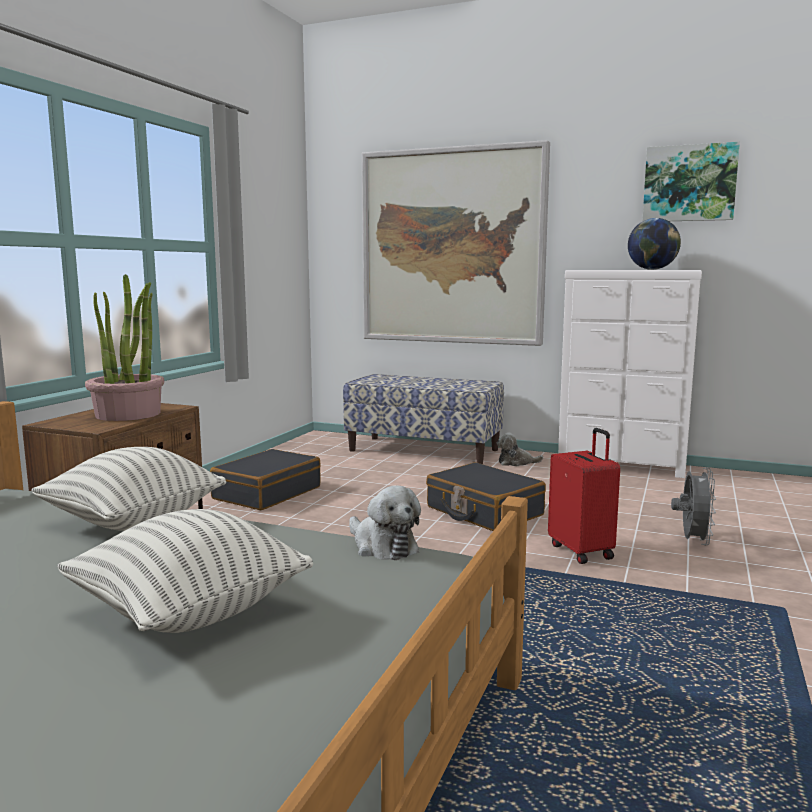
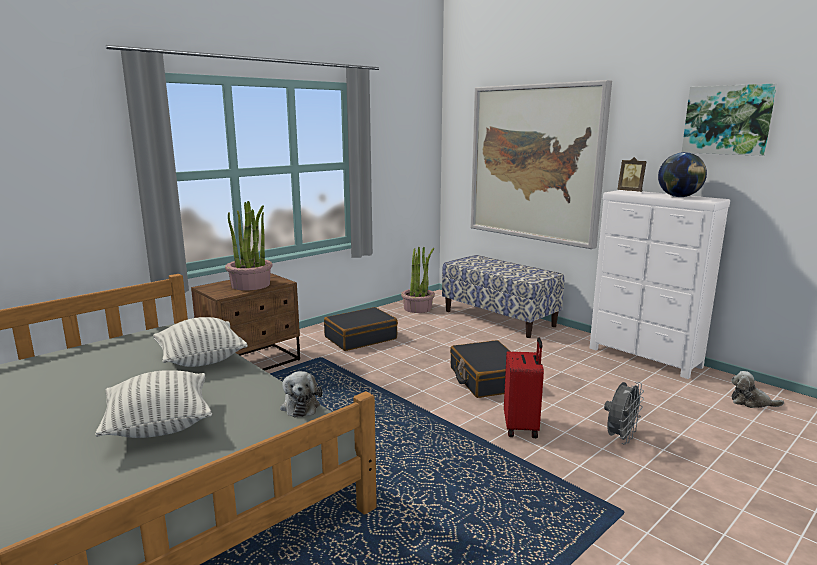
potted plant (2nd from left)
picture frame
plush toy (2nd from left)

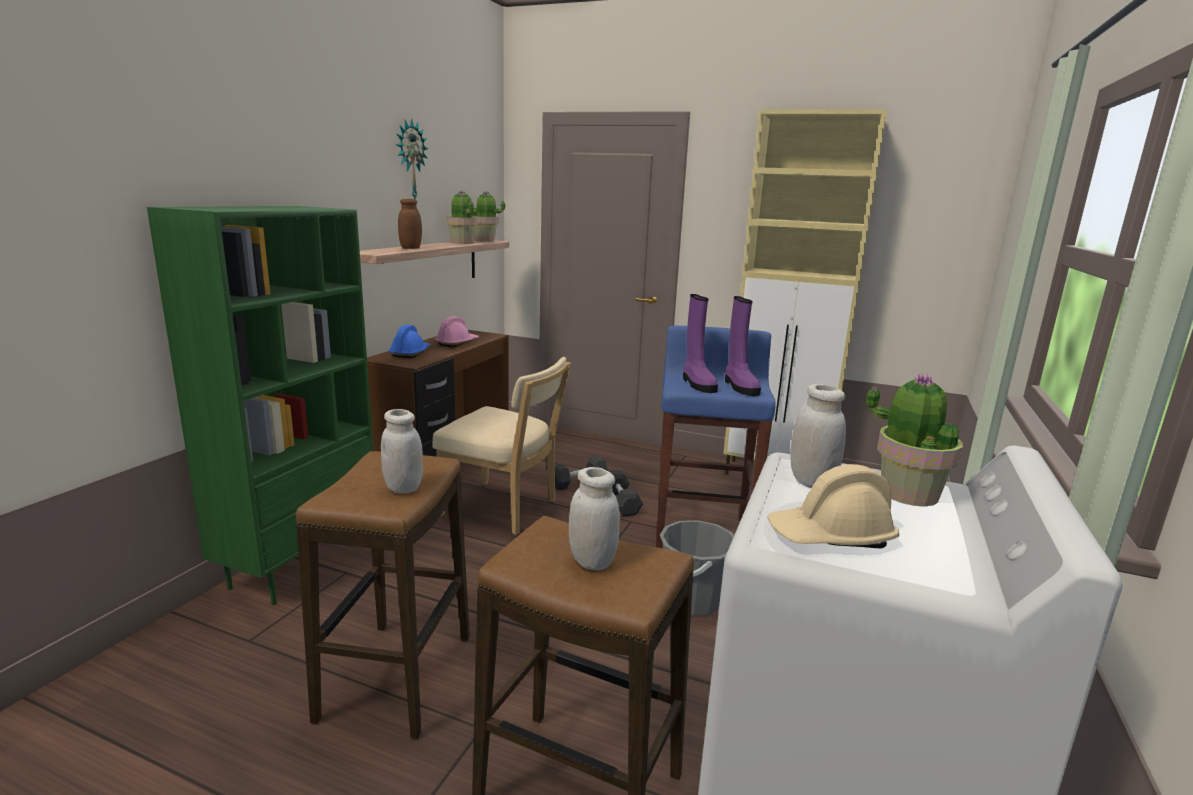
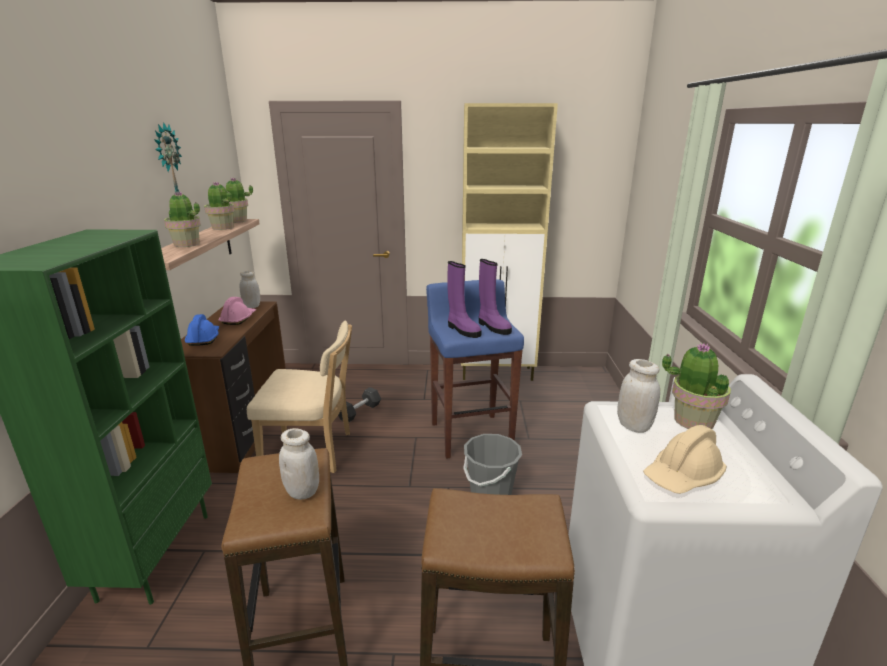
grey dumbbell (2nd from left in the first image)
white jar (1st from left)
potted plant (1st from left)

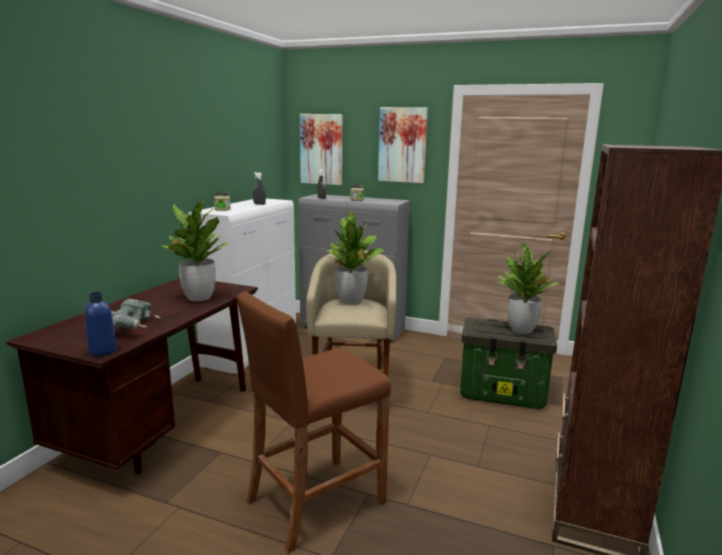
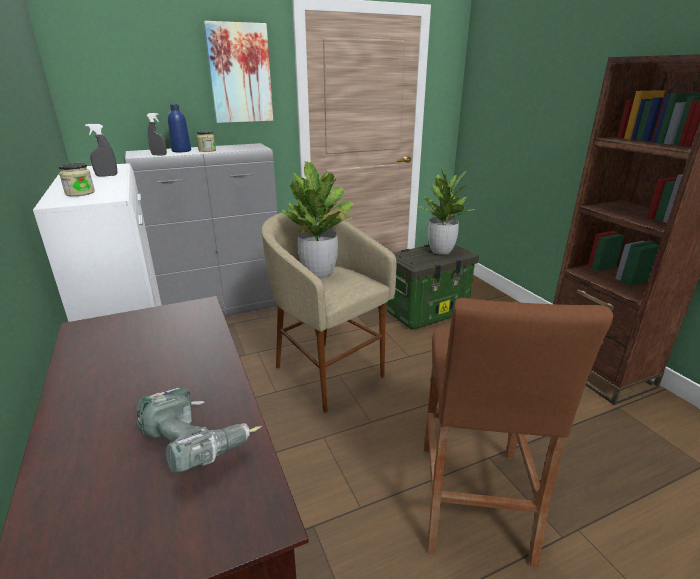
potted plant (1st from left in the first image)
picture (1st from left in the first image)
blue bottle

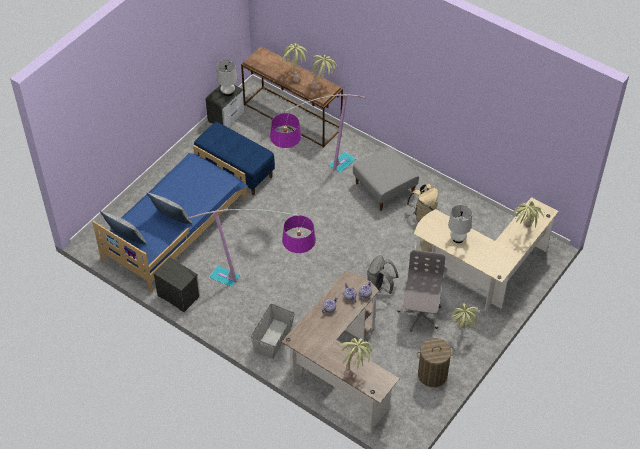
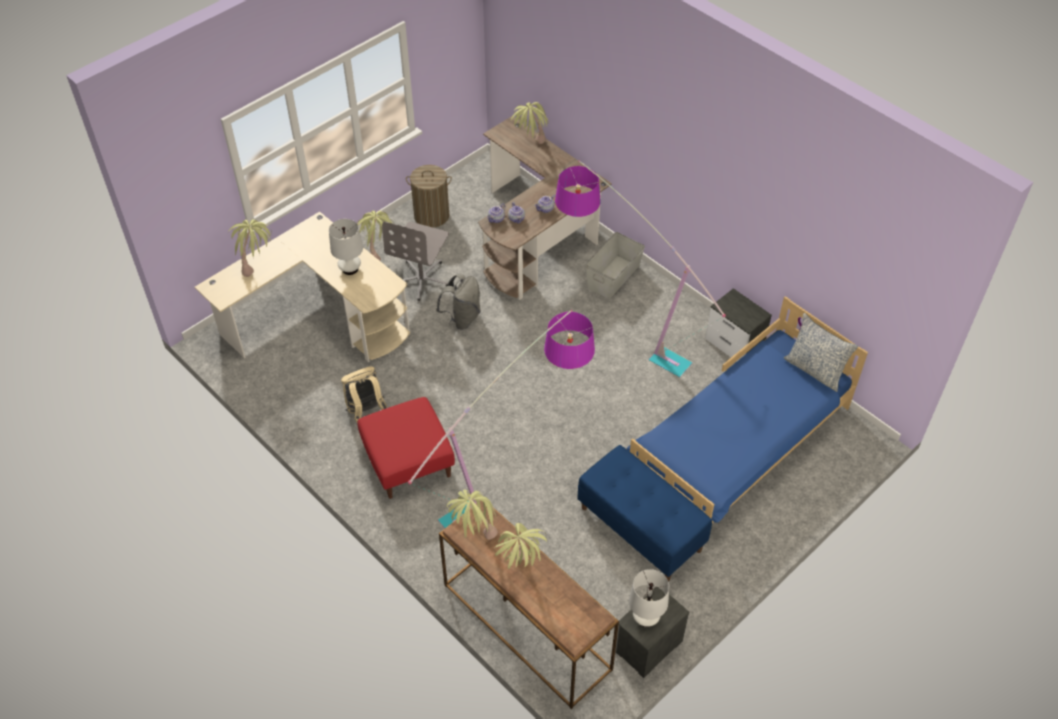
pillow (2nd from left in the first image)
red ottoman

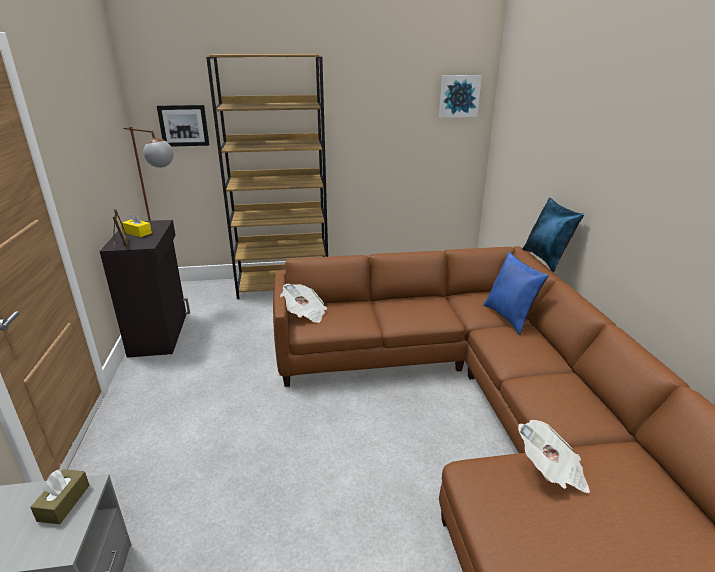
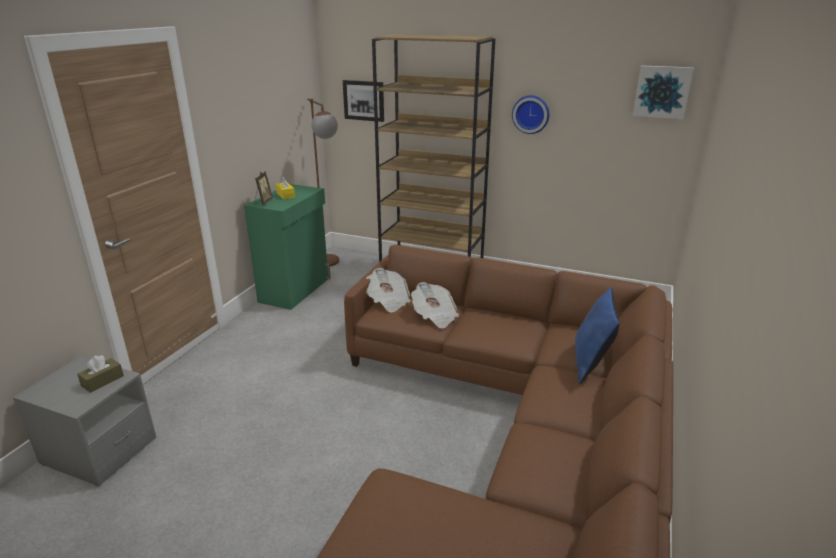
blue pillow (2nd from left in the first image)
wall clock
newspaper (2nd from left)
green cabinet

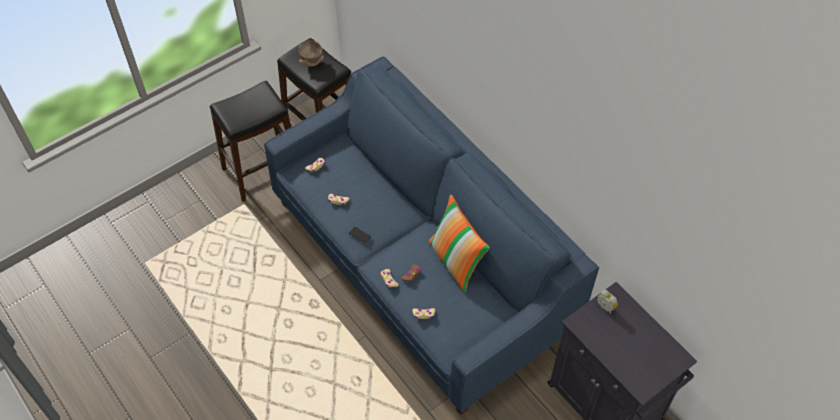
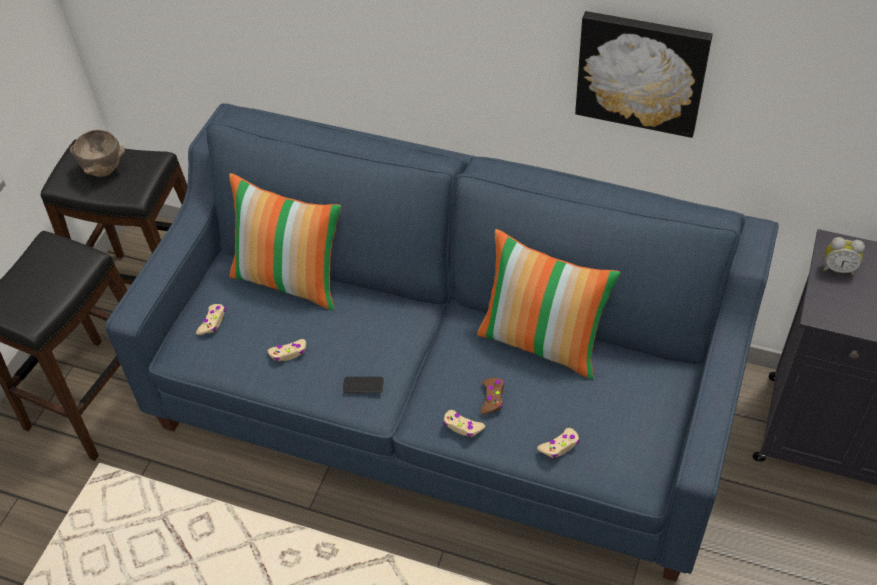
pillow (1st from left)
picture

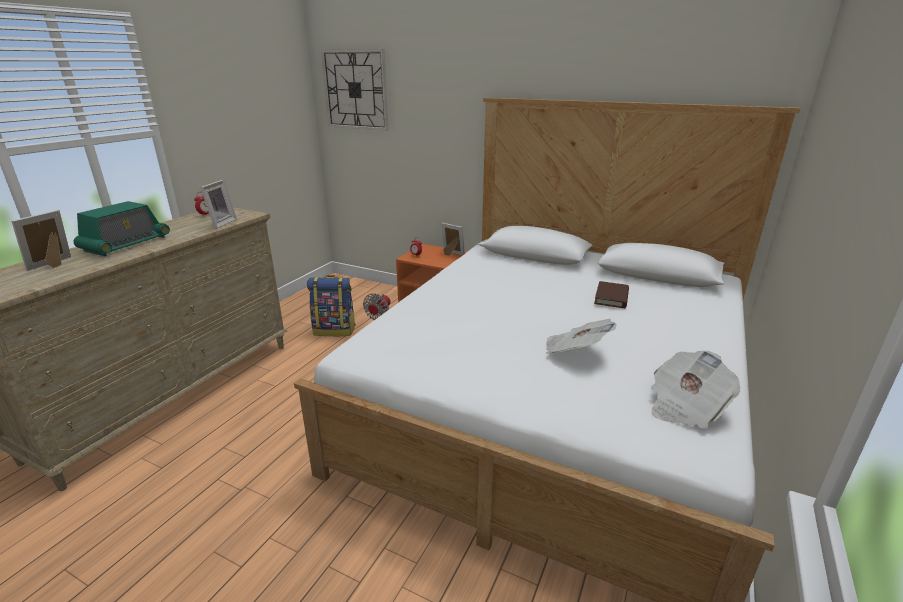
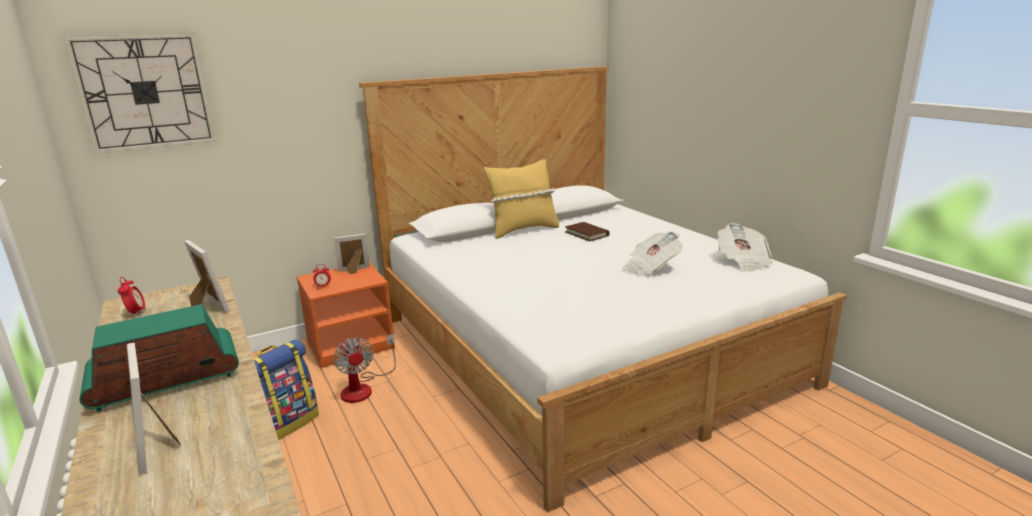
yellow pillow
radio

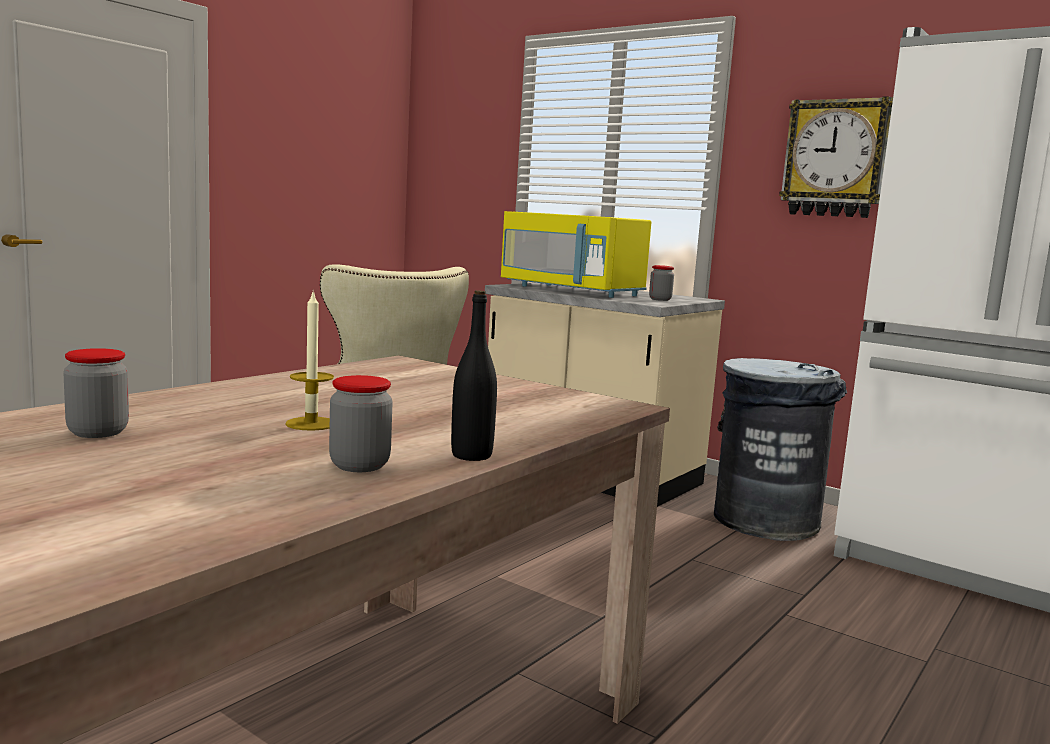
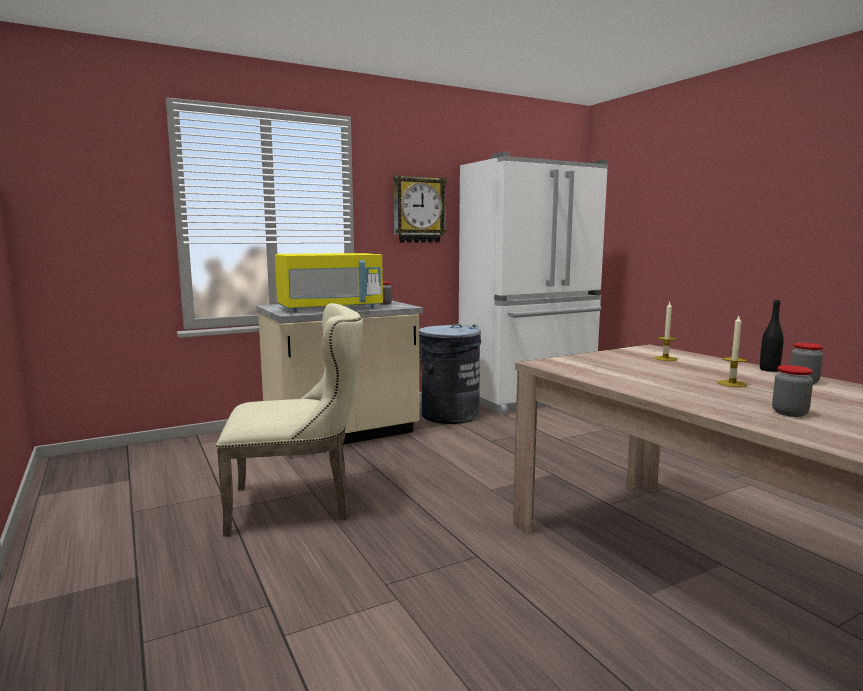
candle (1st from left)

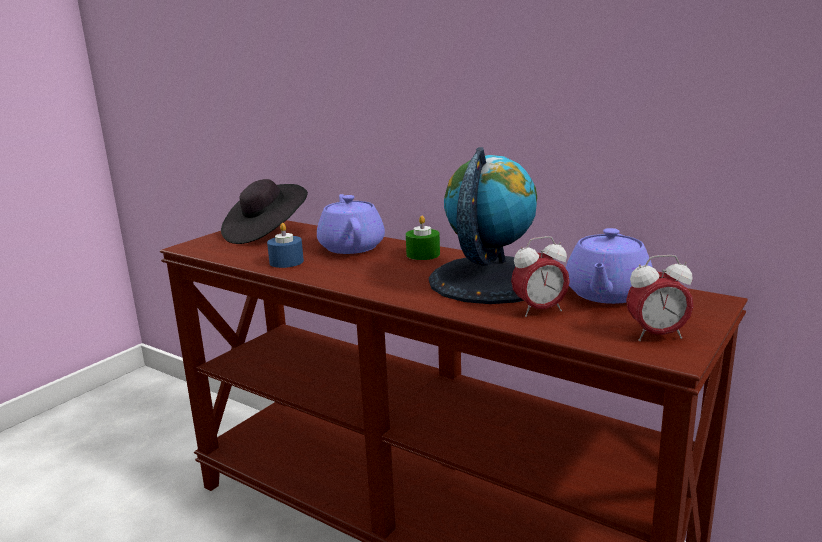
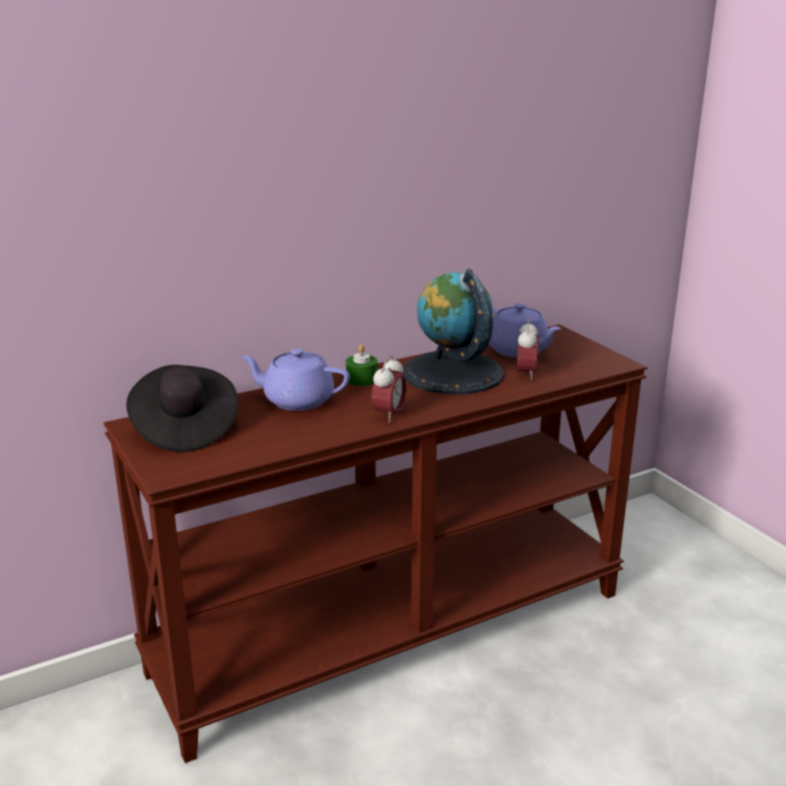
blue candle
alarm clock (1st from left)

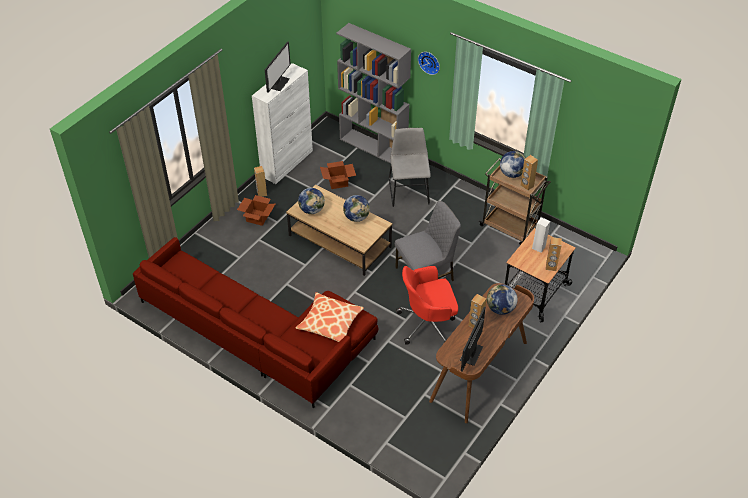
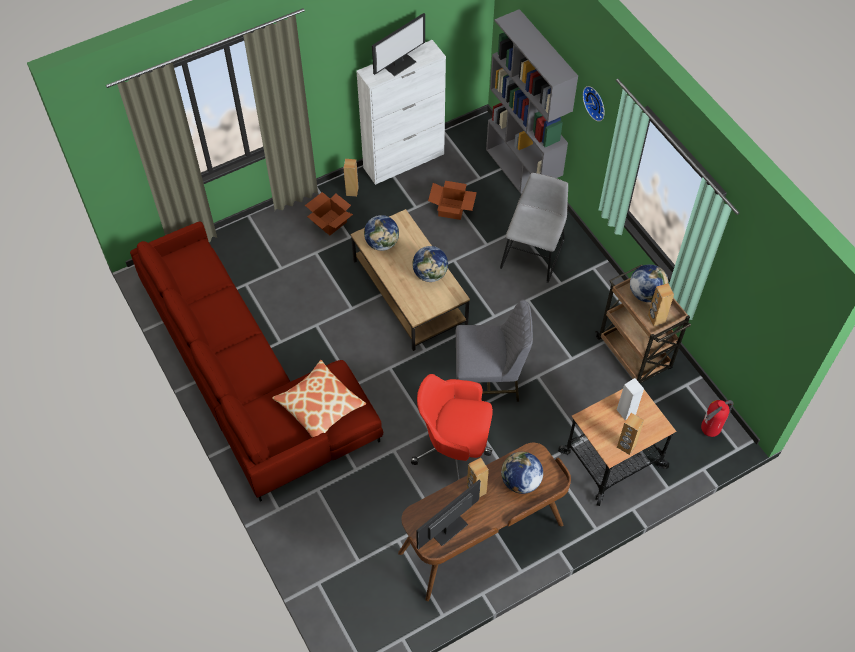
fire extinguisher

